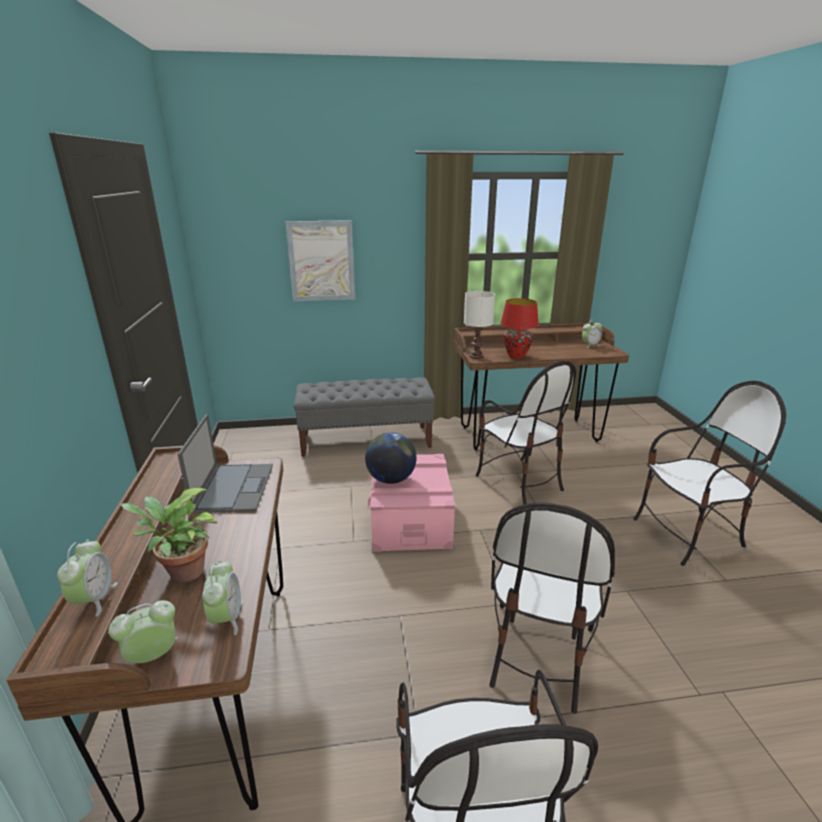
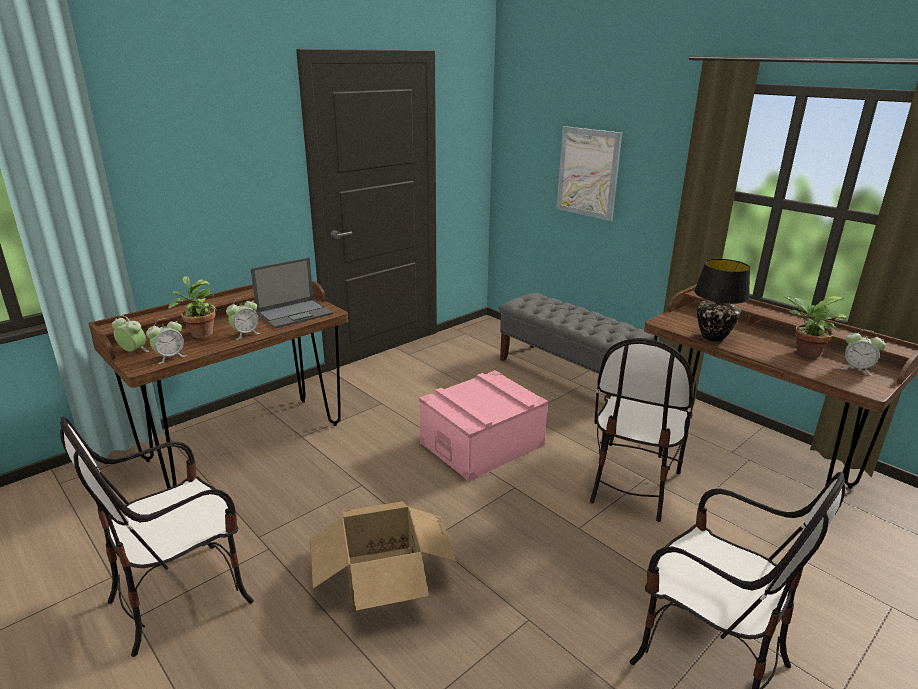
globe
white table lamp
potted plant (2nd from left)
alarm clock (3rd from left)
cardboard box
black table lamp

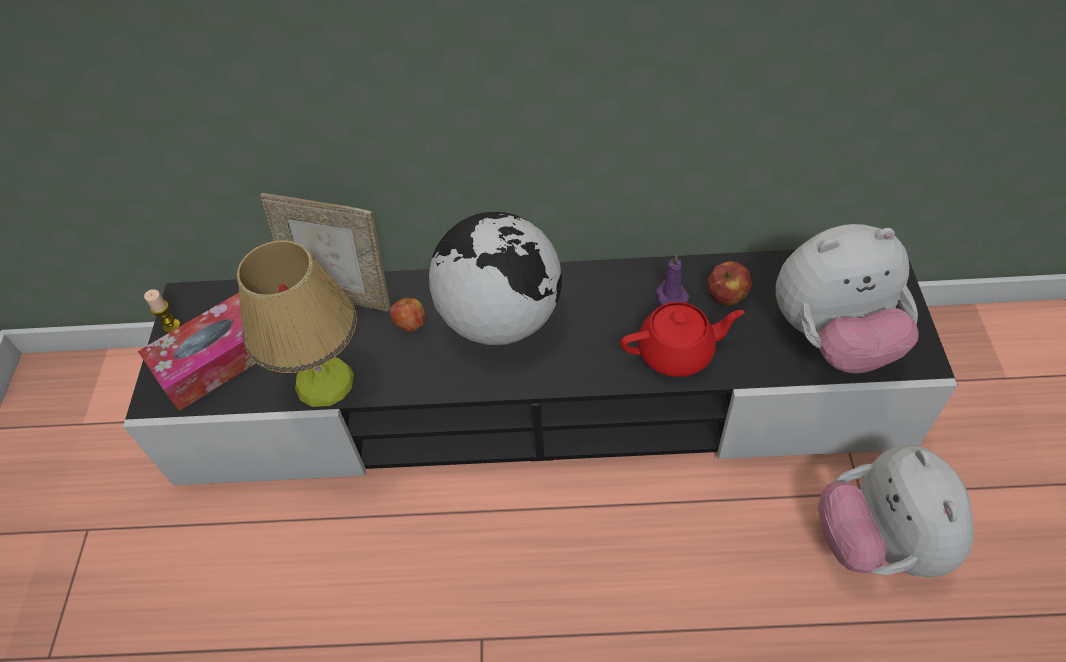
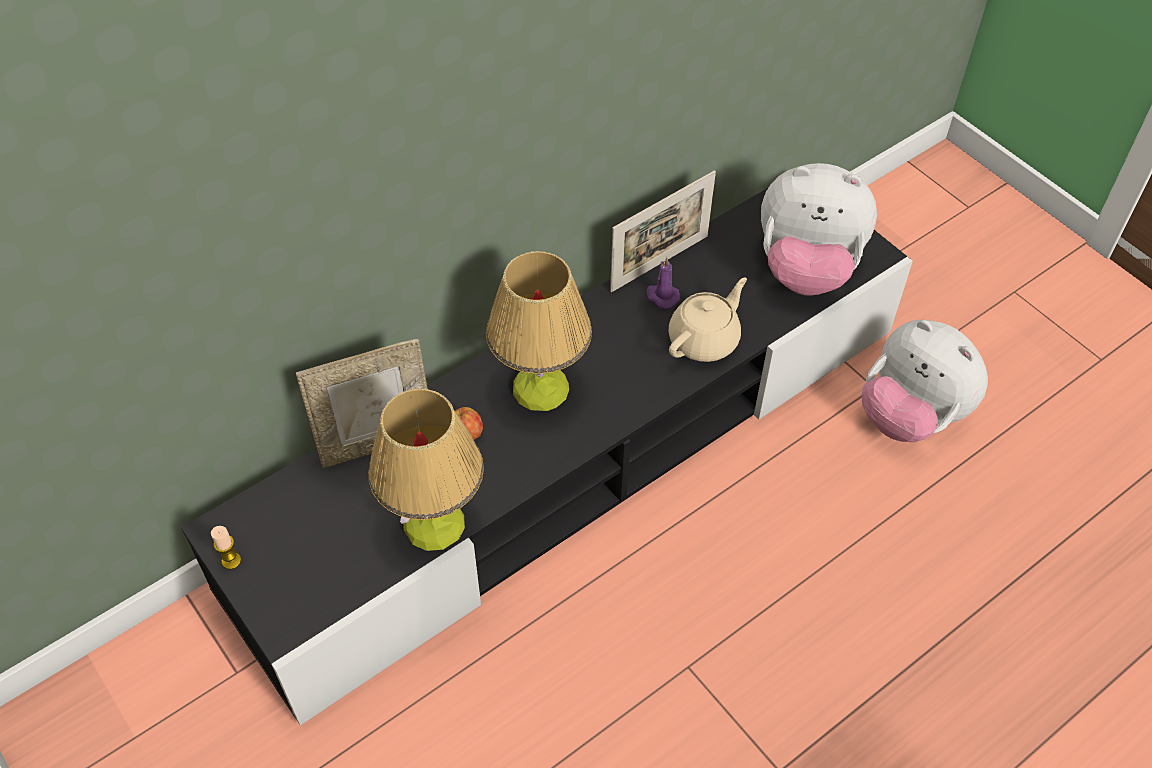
tissue box
apple (2nd from left in the first image)
picture frame (2nd from left)
table lamp (2nd from left)
beige teapot
plush toy (1st from left)

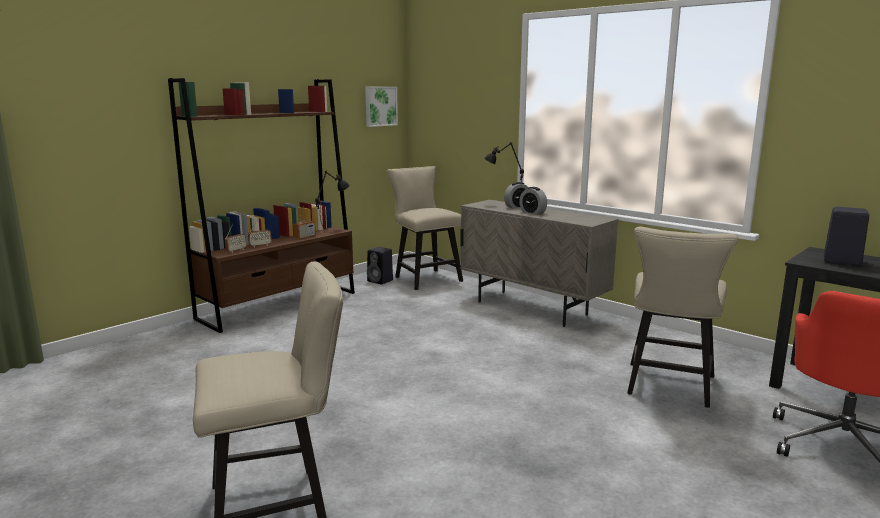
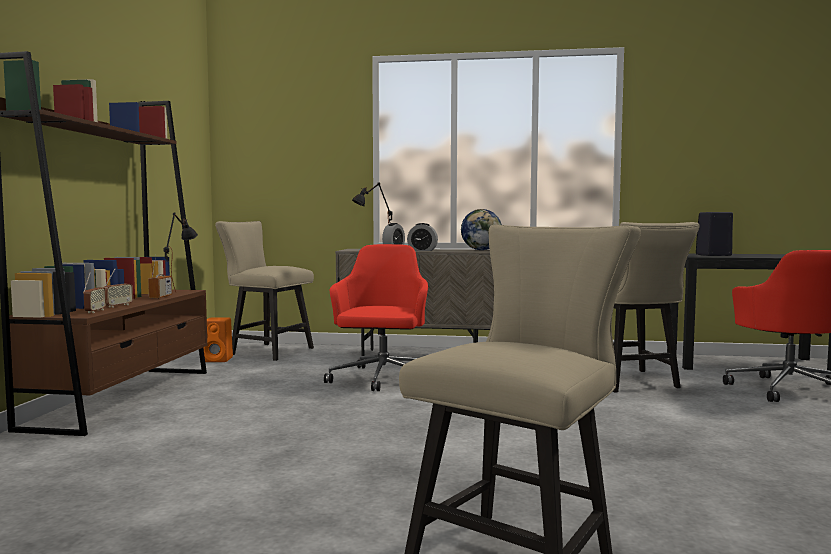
picture
red office chair (1st from left)
globe
orange speaker

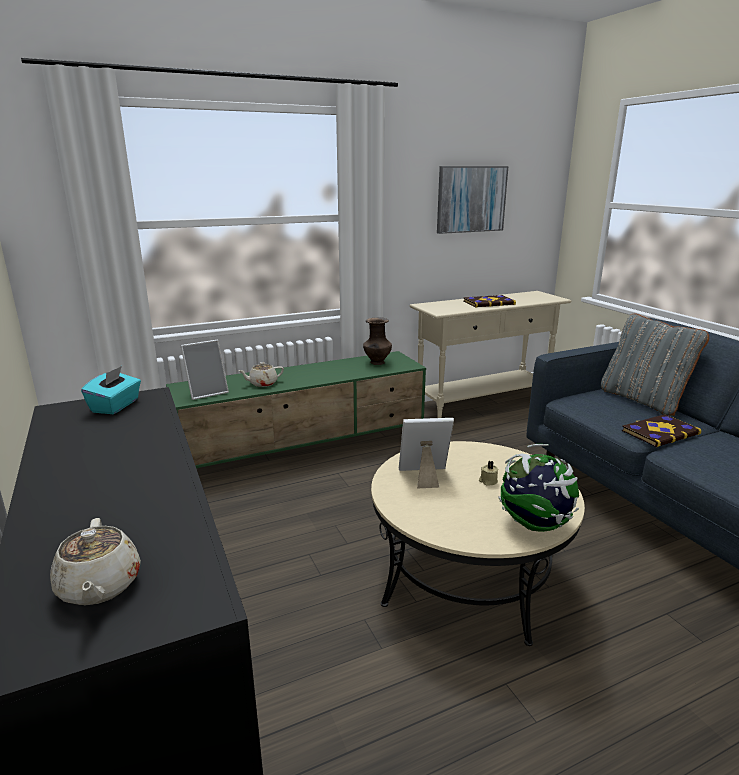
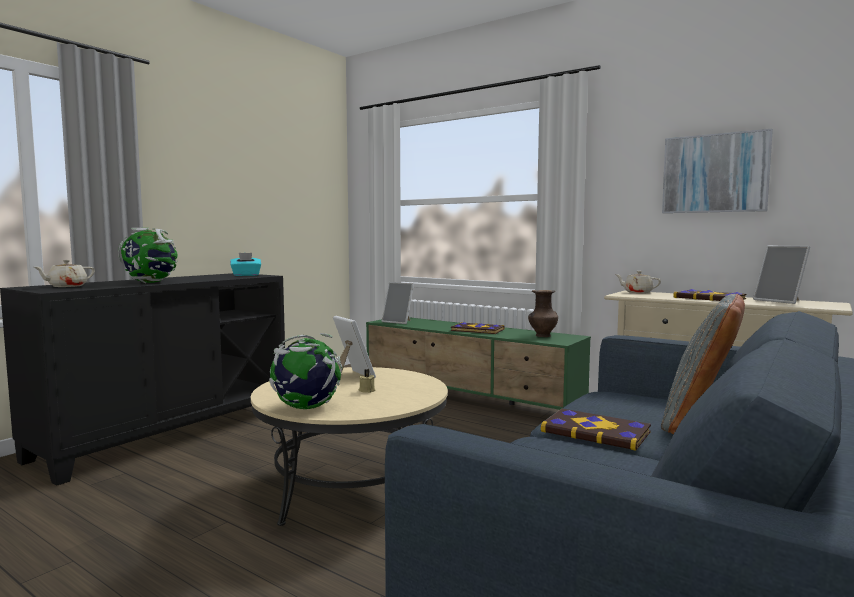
globe (1st from left)
book (1st from left)
picture frame (3rd from left)
beige teapot (2nd from left)

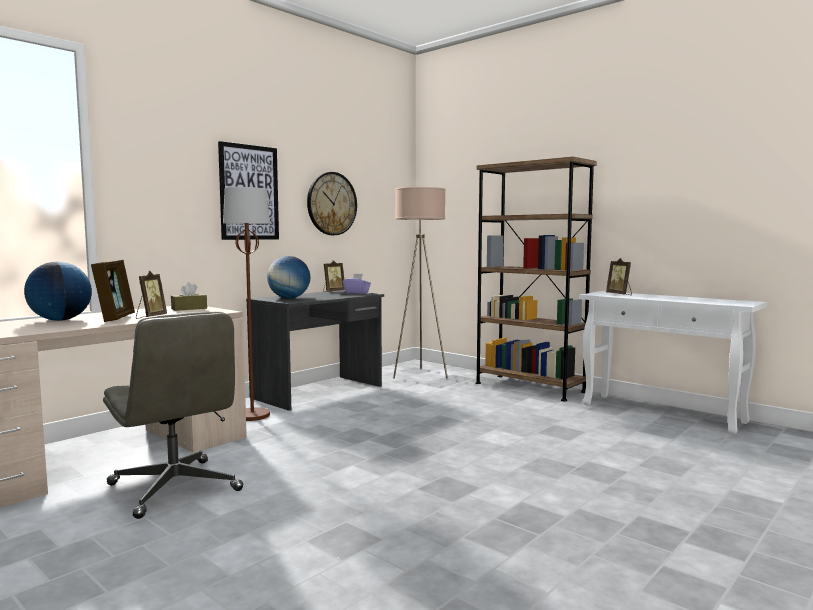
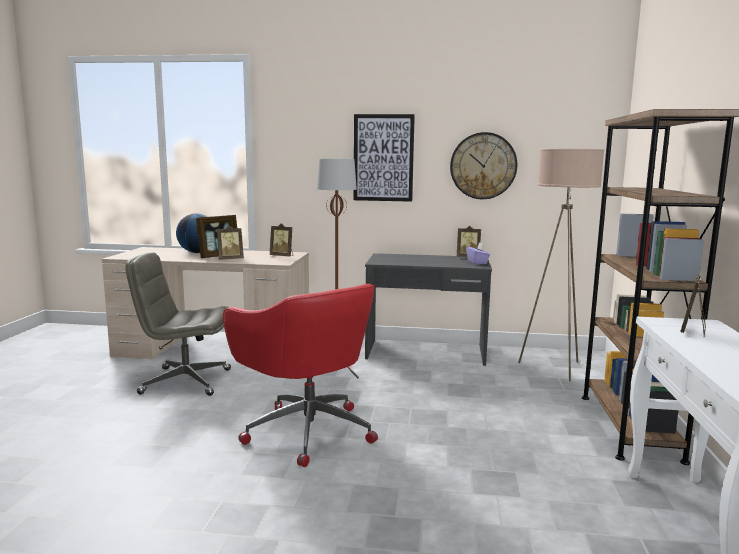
globe (2nd from left in the first image)
red office chair
picture frame (3rd from left)
grey office chair

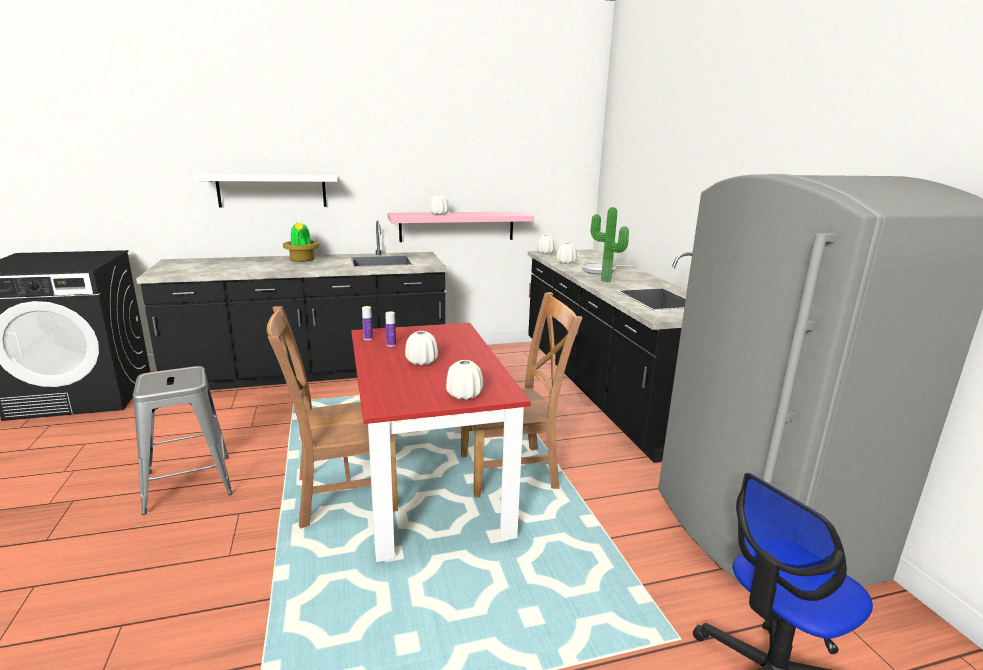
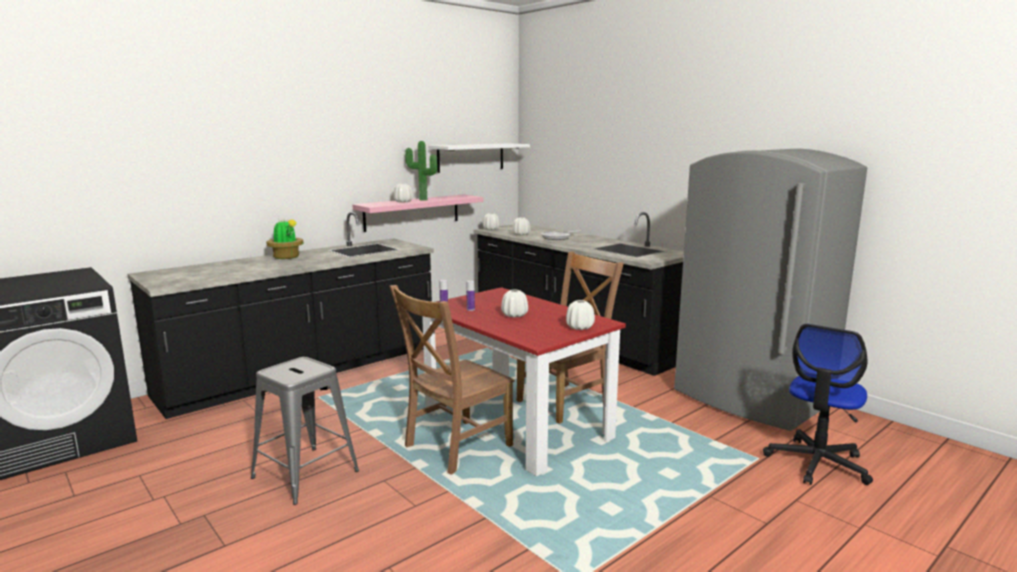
white shelf
potted plant (2nd from left)

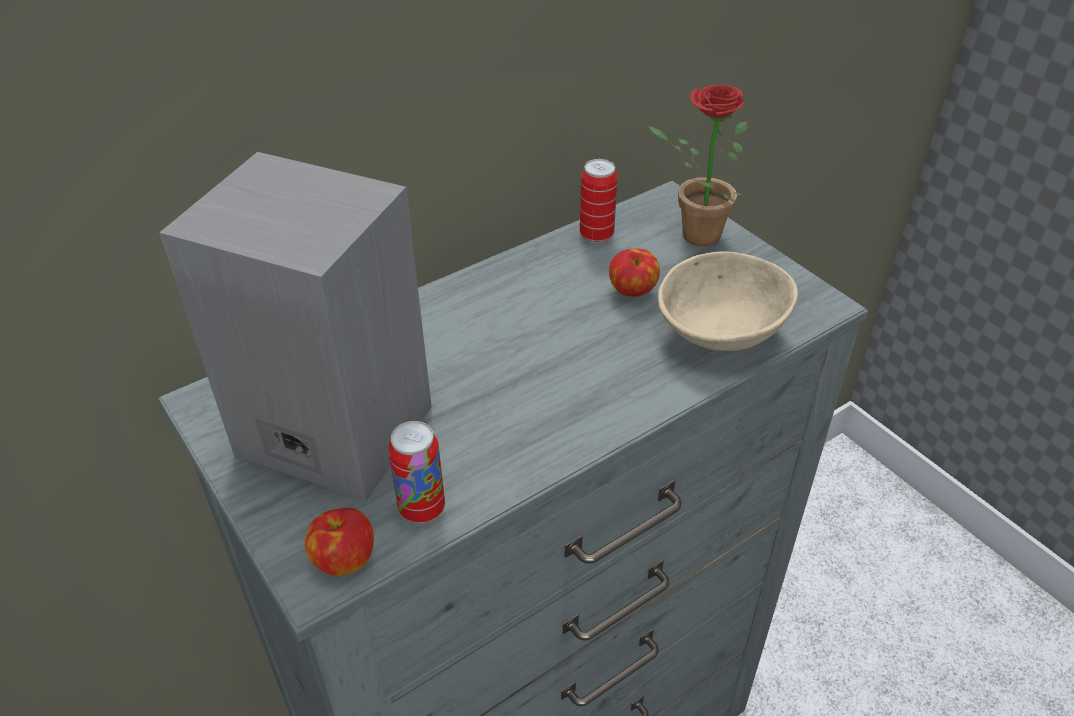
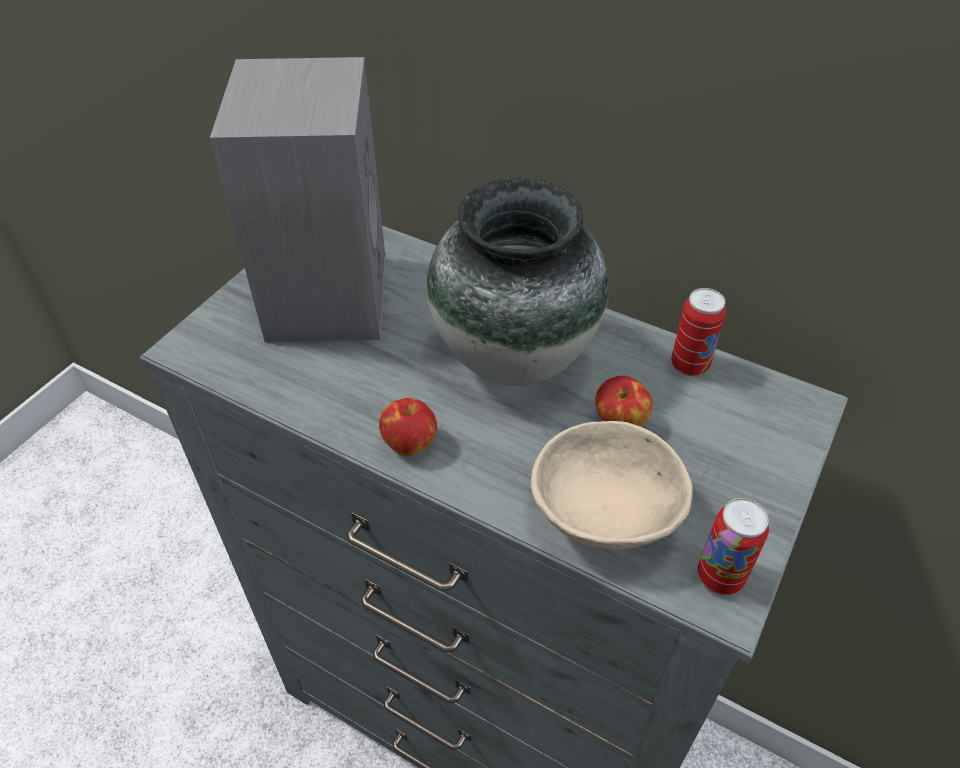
potted plant
vase
apple (1st from left)
can (2nd from left)

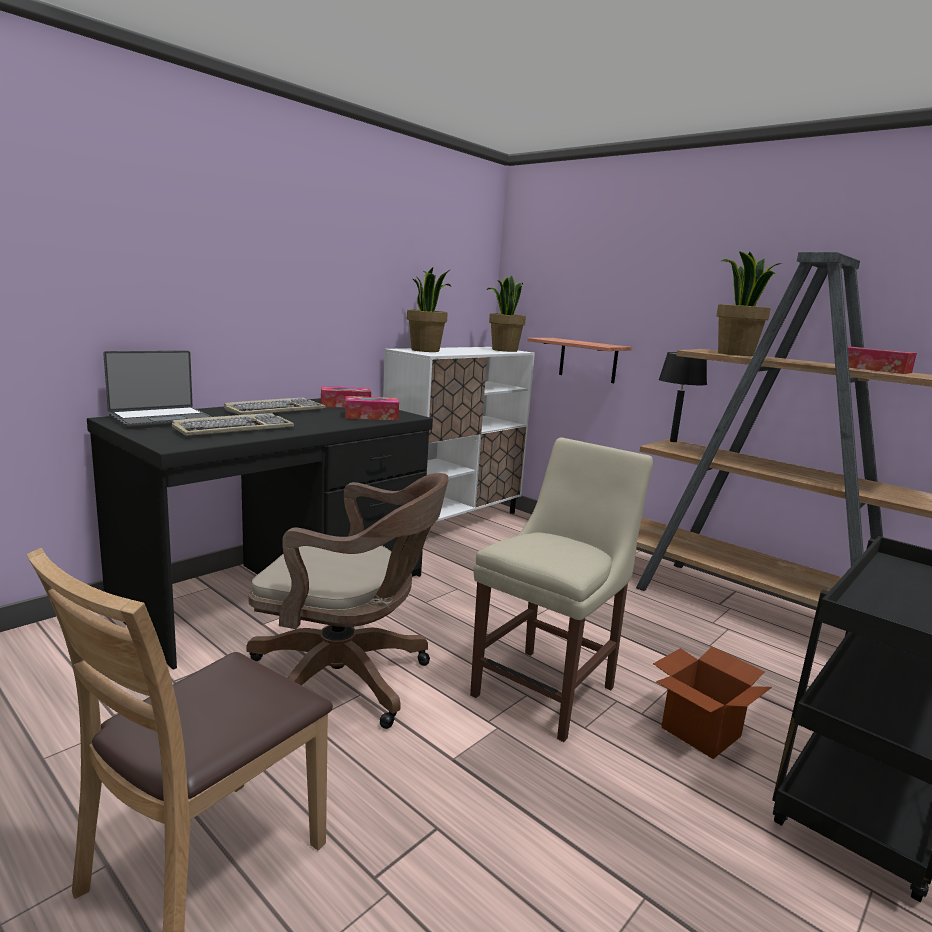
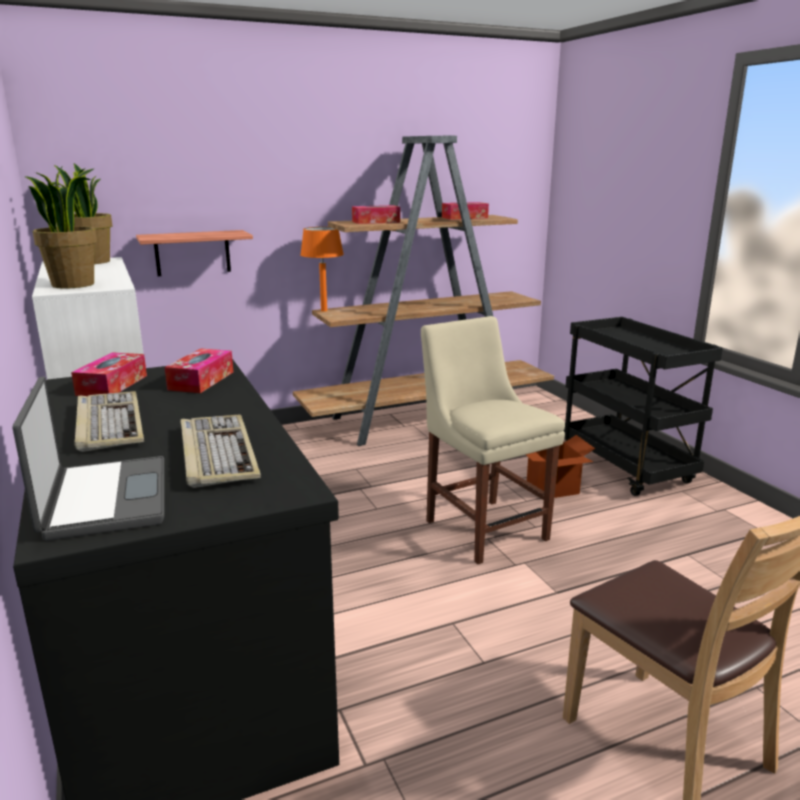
brown office chair
tissue box (3rd from left)
orange table lamp

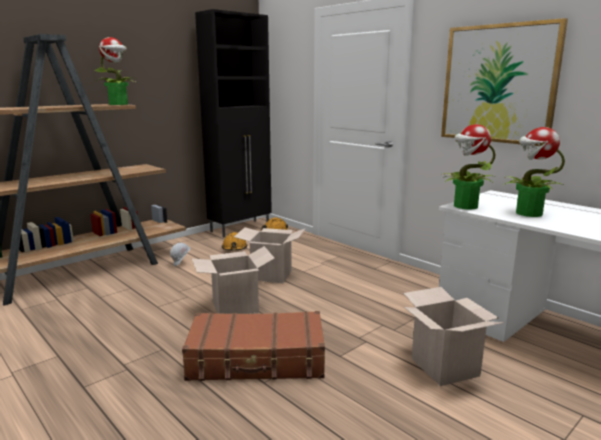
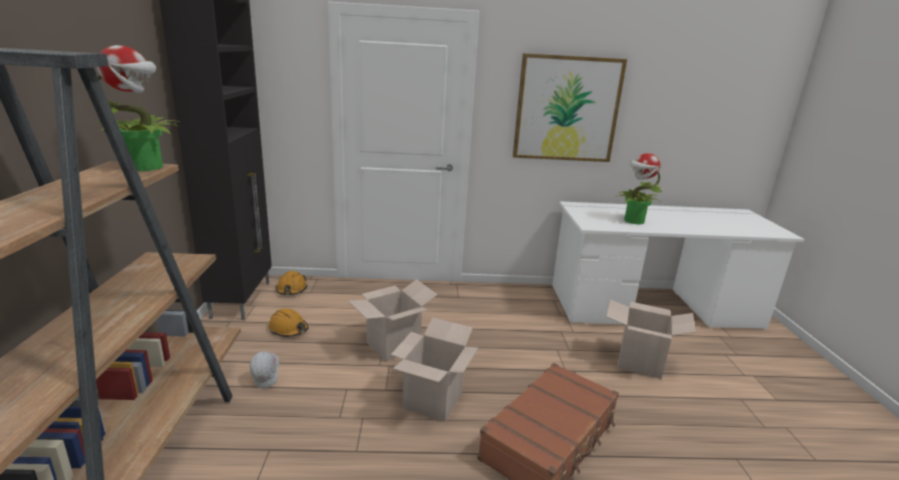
potted plant (2nd from left in the first image)

